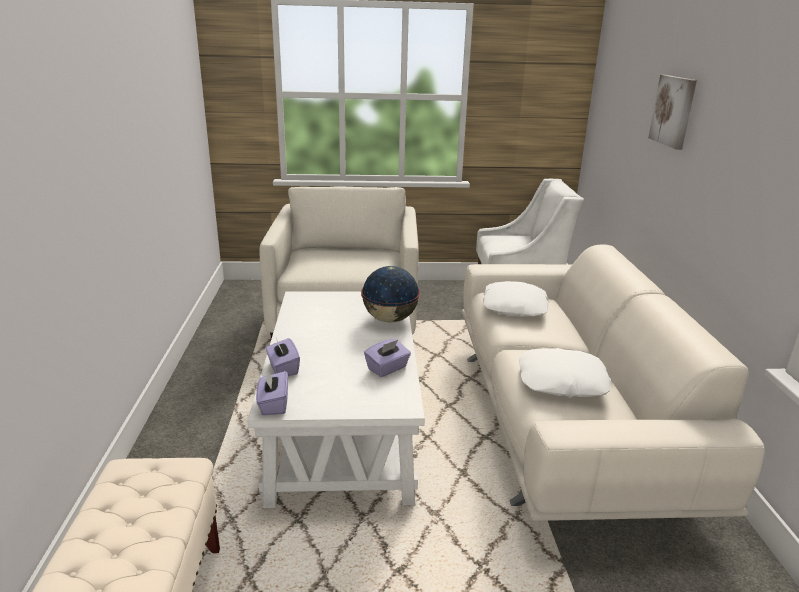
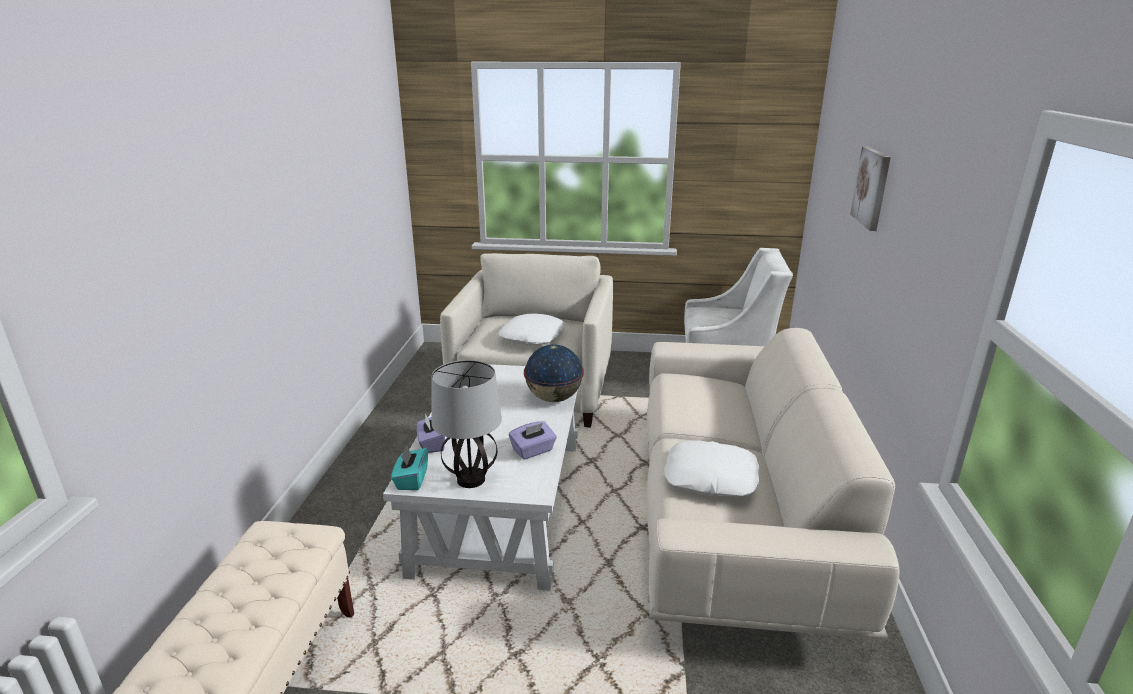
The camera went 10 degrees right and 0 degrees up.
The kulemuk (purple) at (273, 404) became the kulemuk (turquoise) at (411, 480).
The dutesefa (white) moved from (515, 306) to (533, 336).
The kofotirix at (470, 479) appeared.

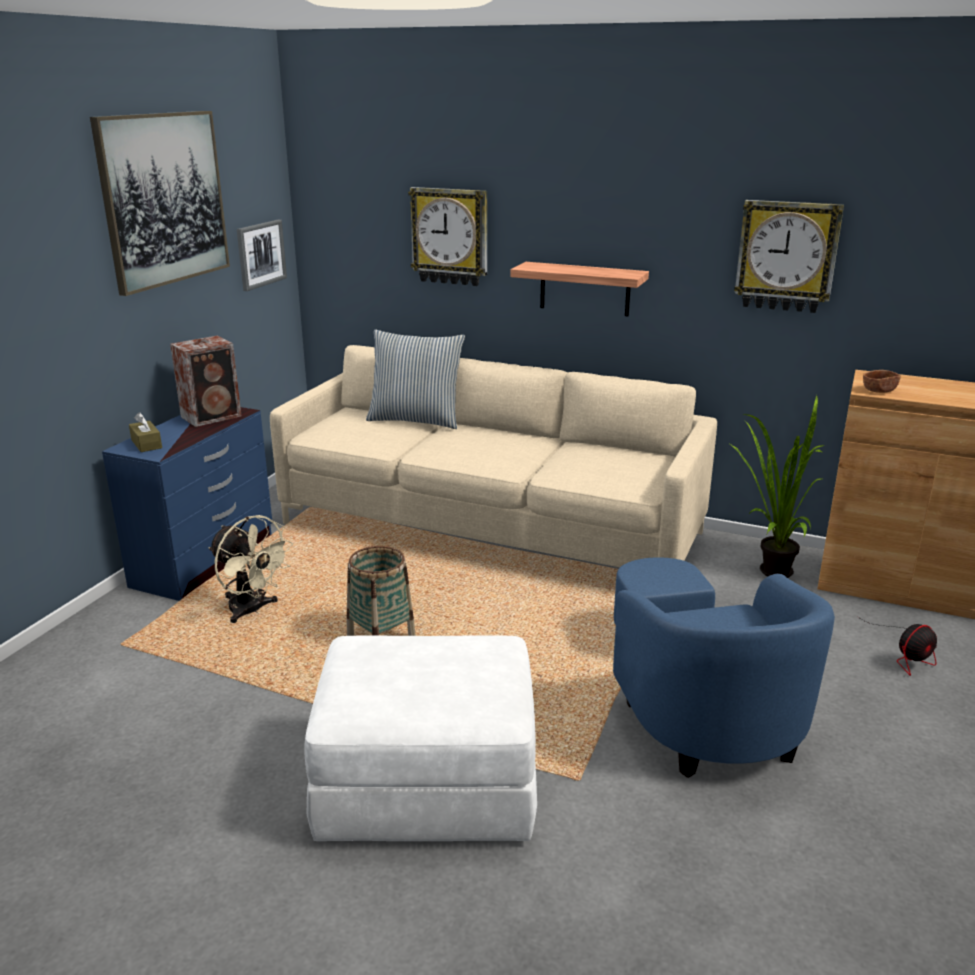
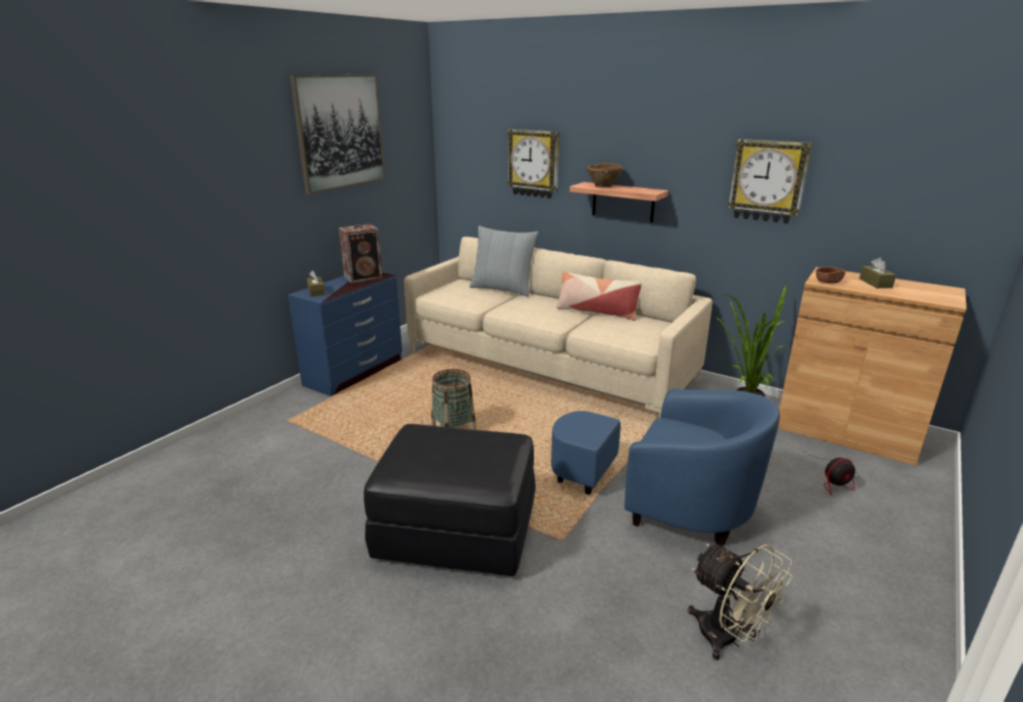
The camera went 10 degrees right and 0 degrees up.
The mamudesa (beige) moved from (252, 611) to (727, 639).
The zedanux at (260, 254) disappeared.
The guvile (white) at (429, 784) became the guvile (black) at (457, 530).
The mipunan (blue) at (698, 707) turned 60 degrees counterclockwise.
The dutesefa at (597, 311) appeared.
The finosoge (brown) at (603, 186) appeared.
The kulemuk (brown) at (875, 283) appeared.

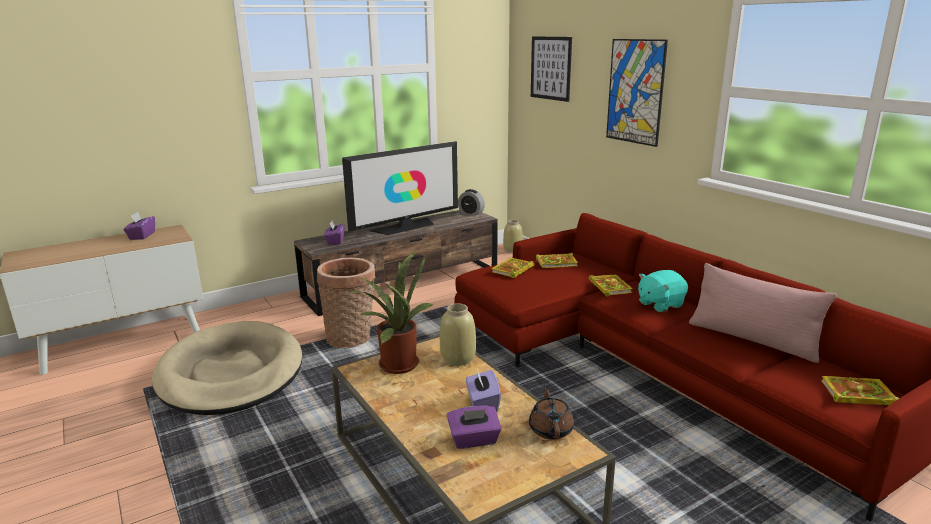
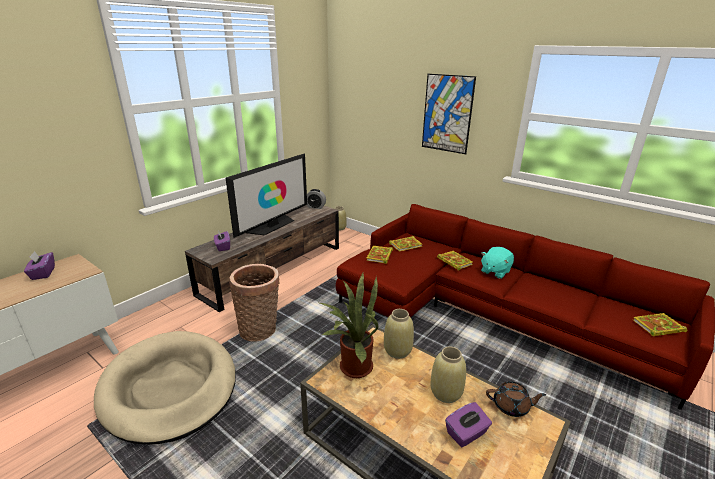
The camera went 20 degrees left and 5 degrees up.
The kulemuk (purple) at (482, 403) was replaced by the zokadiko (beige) at (446, 393).
The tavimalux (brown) at (551, 429) turned 120 degrees clockwise.
The zedanux at (550, 68) disappeared.
The dutesefa (pink) at (752, 339) disappeared.

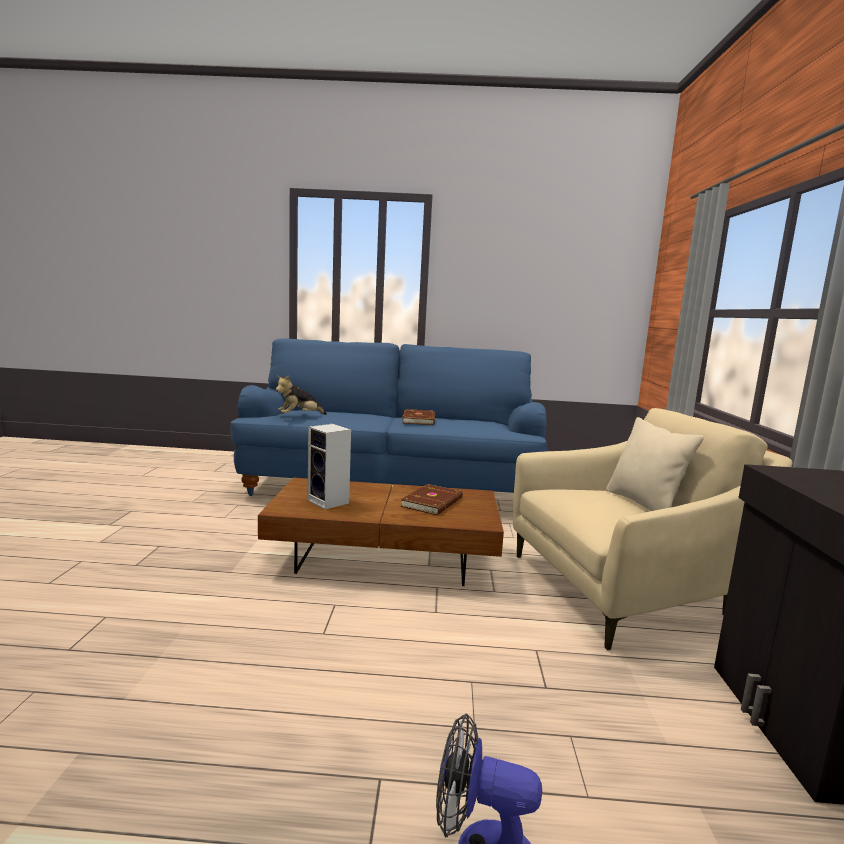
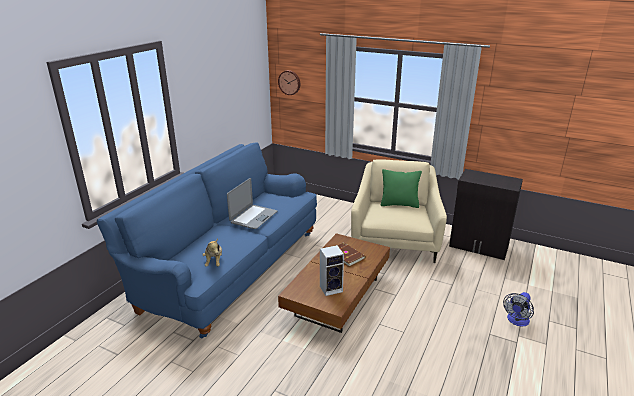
The camera went 65 degrees left and 15 degrees up.
The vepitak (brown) at (419, 419) was replaced by the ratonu at (253, 217).
The dutesefa (beige) at (644, 504) became the dutesefa (green) at (399, 204).
The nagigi at (289, 82) appeared.

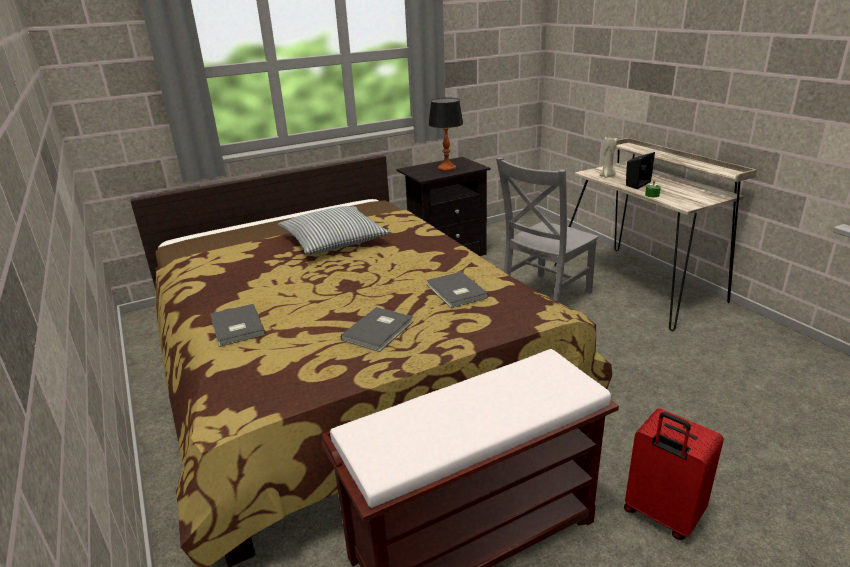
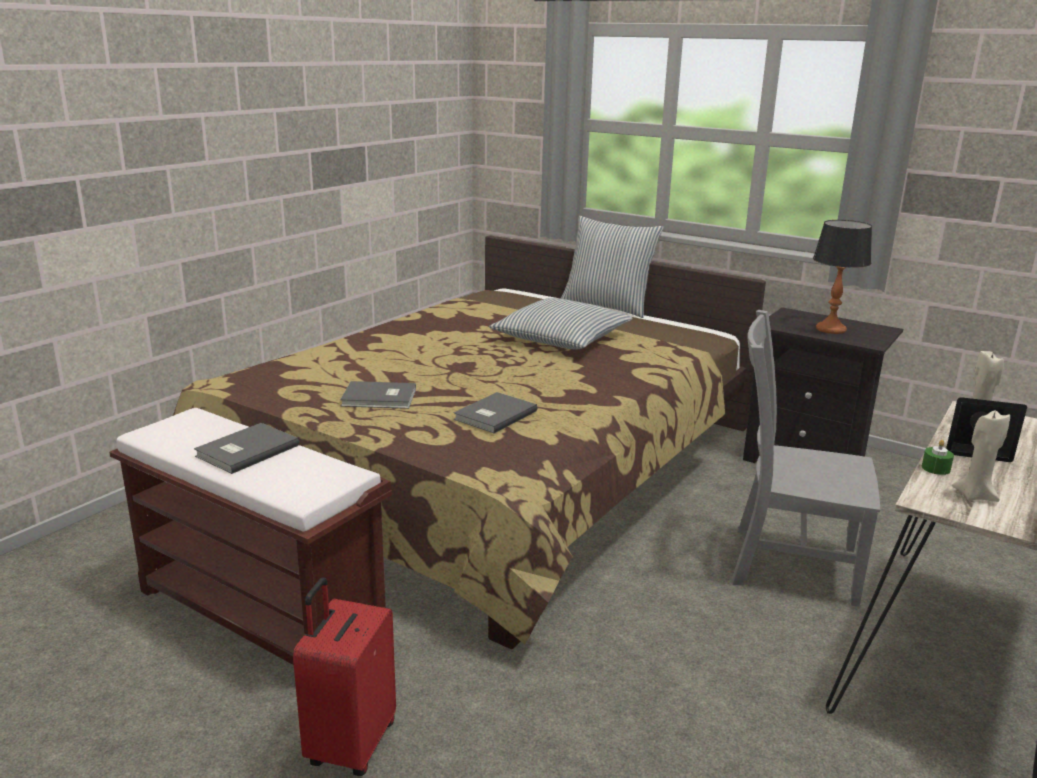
The camera went 60 degrees right and 5 degrees down.
The vepitak (grey) moved from (236, 327) to (245, 450).
The dutesefa at (607, 306) appeared.
The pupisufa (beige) at (975, 495) appeared.

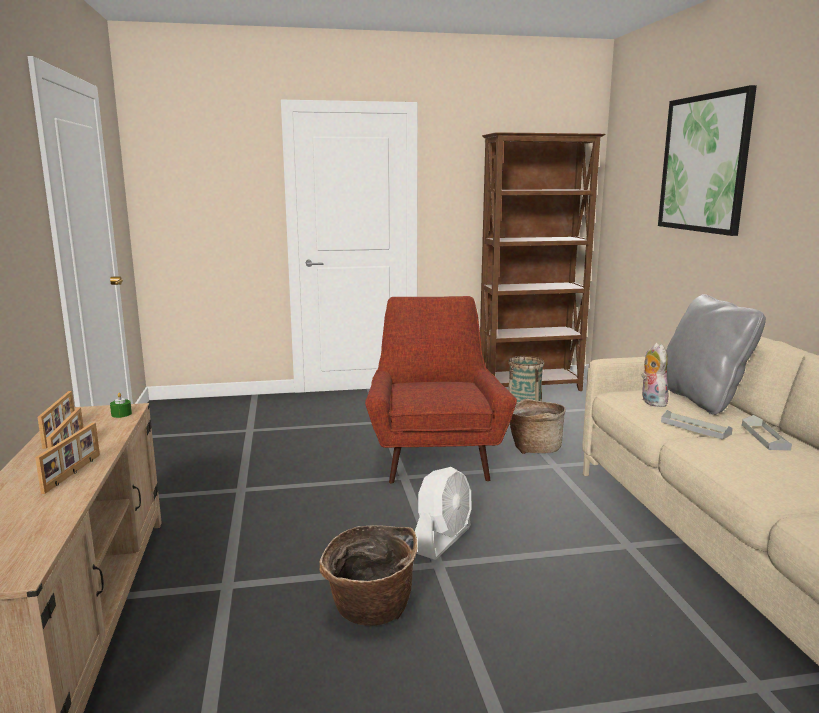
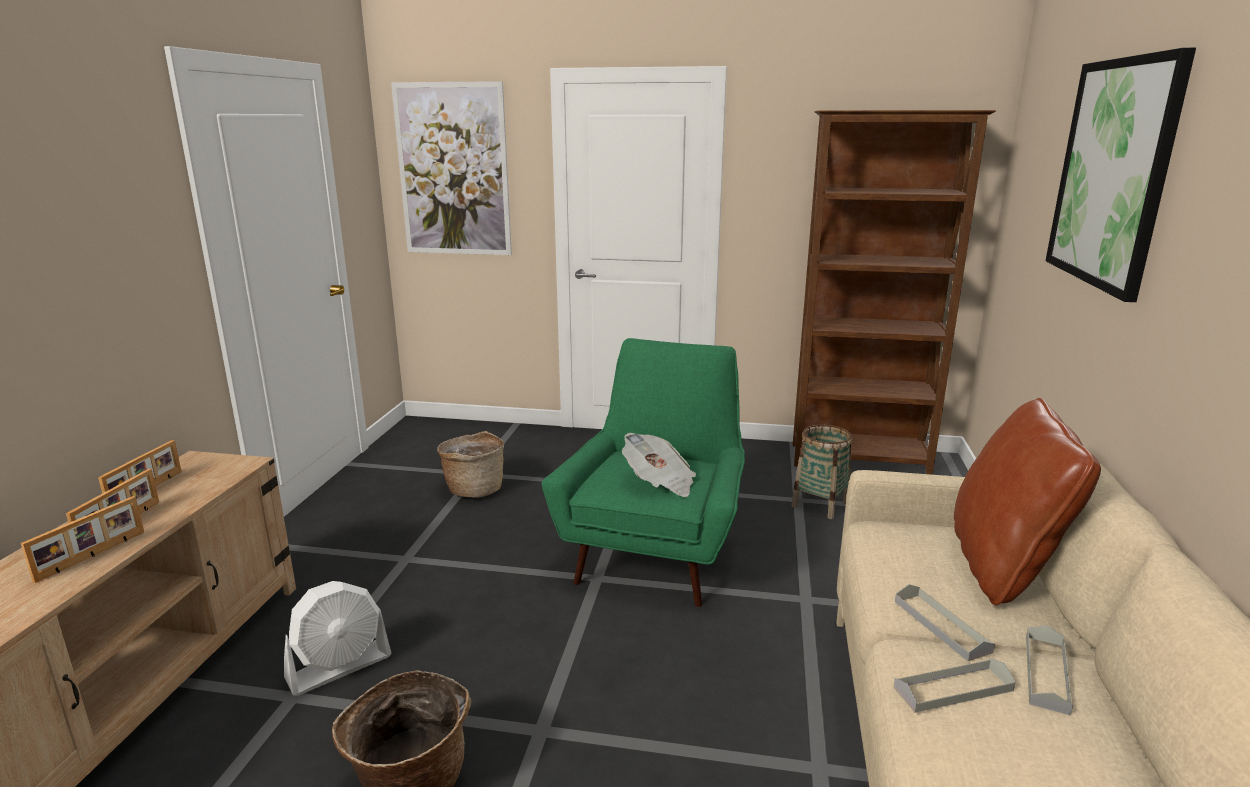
The camera went 20 degrees right and 5 degrees up.
The pupisufa (green) at (121, 414) disappeared.
The mipunan (red) at (435, 458) became the mipunan (green) at (655, 555).
The mamudesa (white) moved from (442, 539) to (339, 667).
The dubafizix moved from (534, 448) to (474, 489).
The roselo at (651, 402) disappeared.
The dutesefa (grey) at (702, 399) became the dutesefa (brown) at (1003, 566).
The zedanux at (453, 170) appeared.
The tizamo at (659, 482) appeared.
The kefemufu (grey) at (953, 689) appeared.

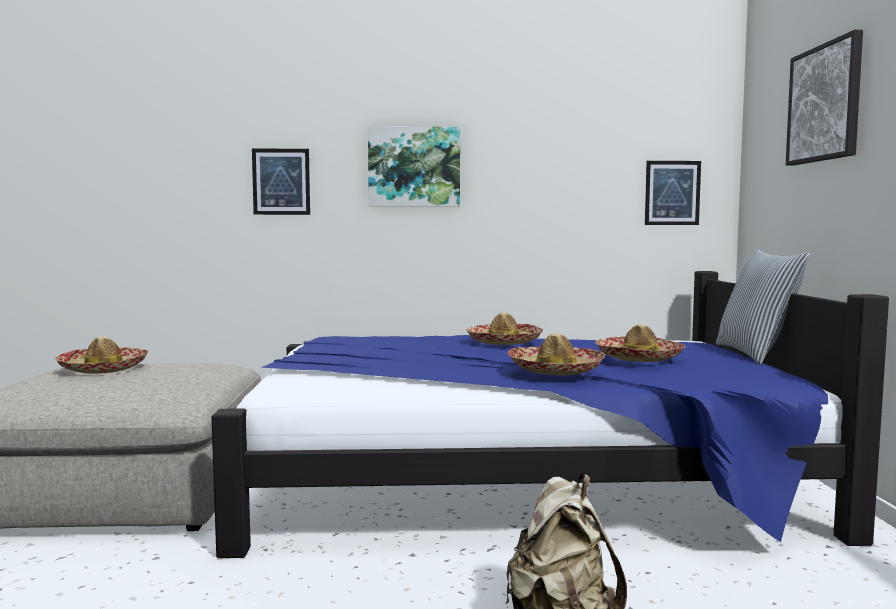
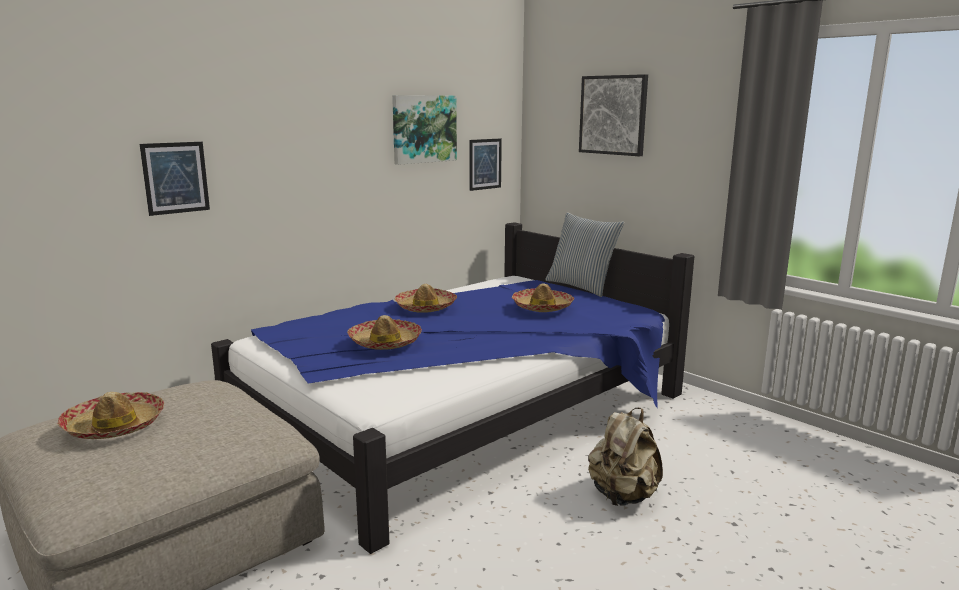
The camera went 40 degrees left and 10 degrees up.
The zedanux moved from (414, 167) to (423, 129).
The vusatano moved from (555, 370) to (384, 342).

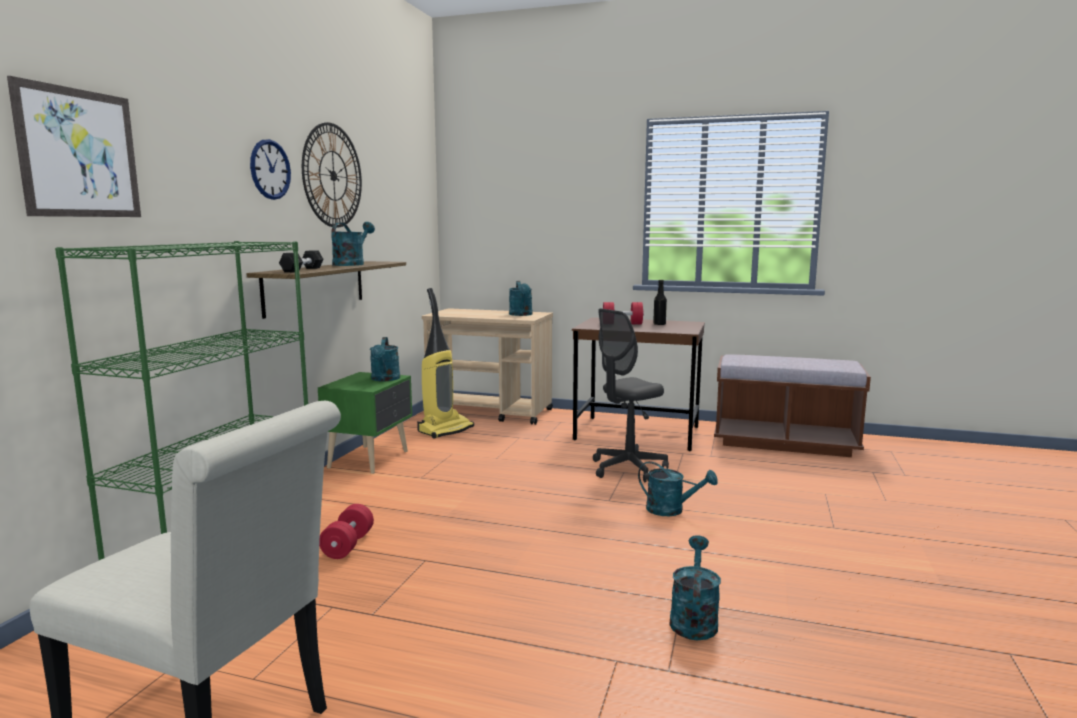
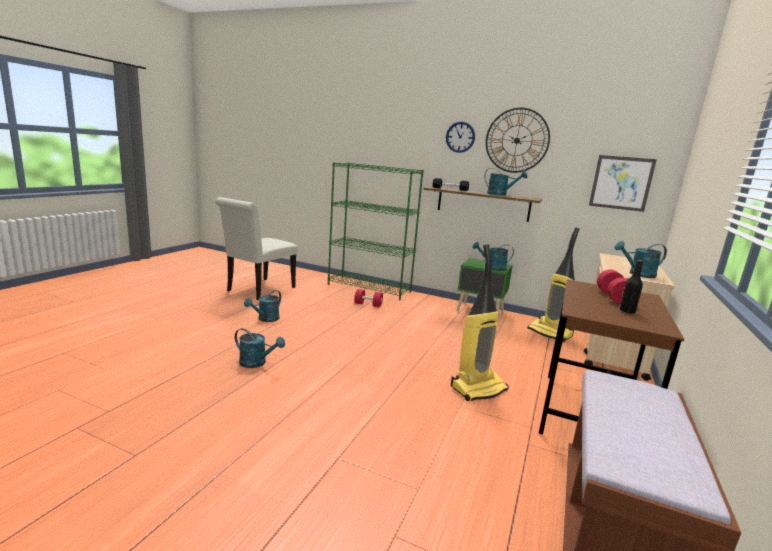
The camera went 95 degrees right and 5 degrees up.
The zedanux moved from (79, 153) to (621, 183).
The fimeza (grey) at (628, 469) was replaced by the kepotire at (478, 388).
The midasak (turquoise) moved from (671, 510) to (266, 319).

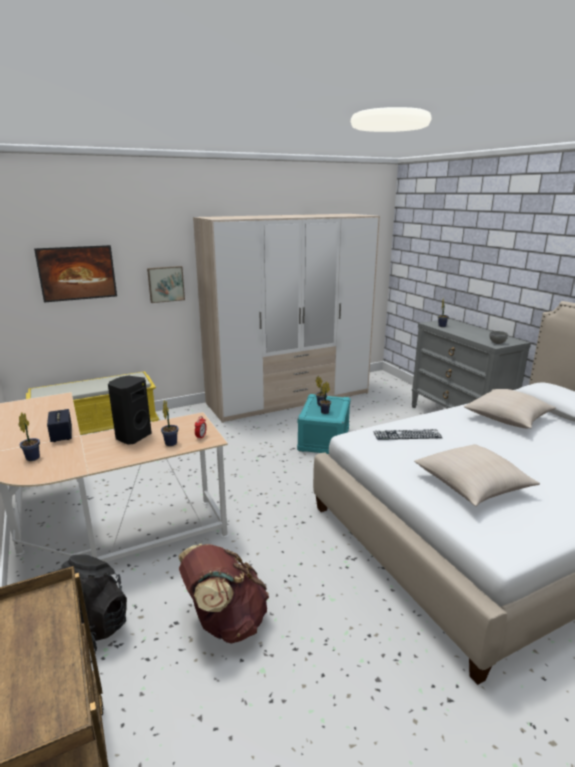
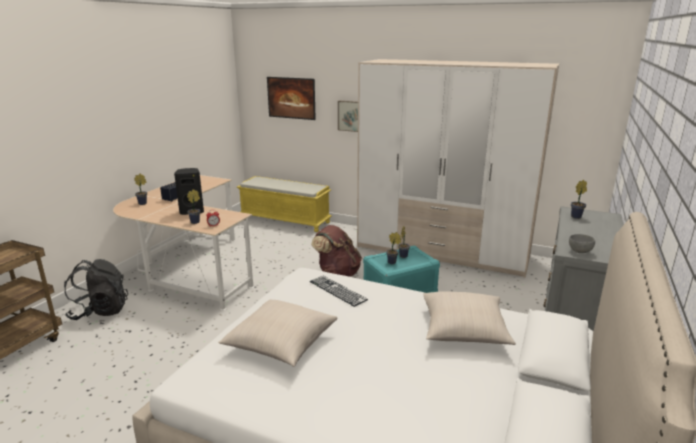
The camera went 50 degrees right and 0 degrees up.
The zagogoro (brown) moved from (225, 621) to (337, 274).

